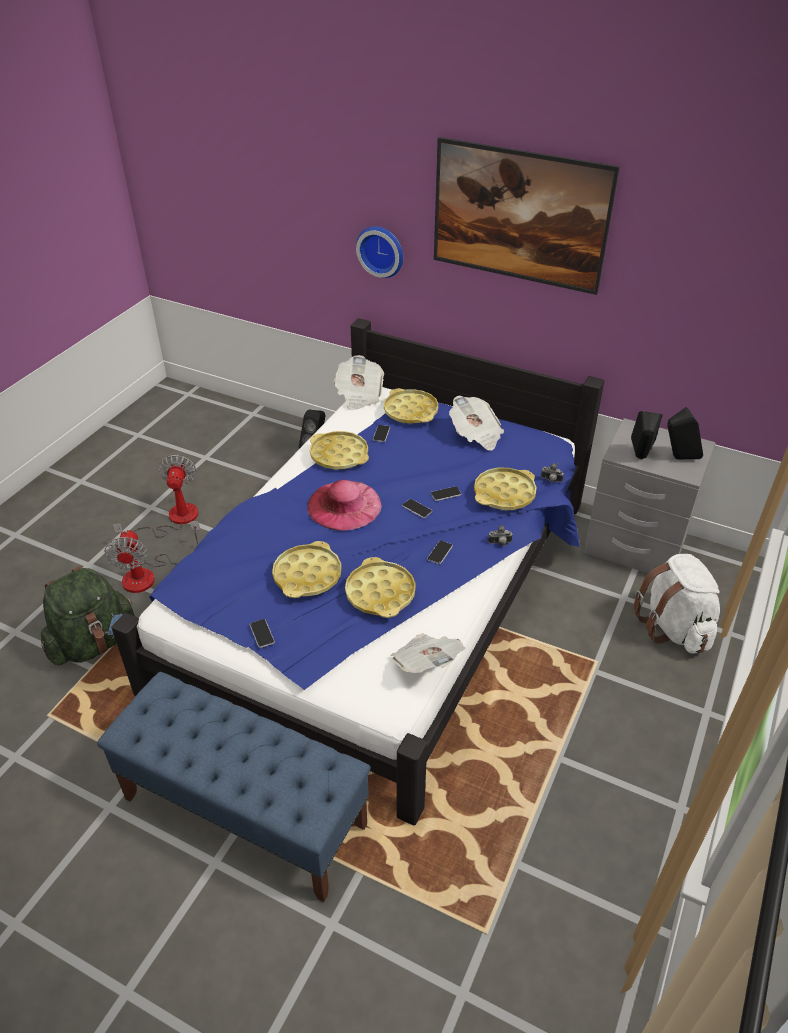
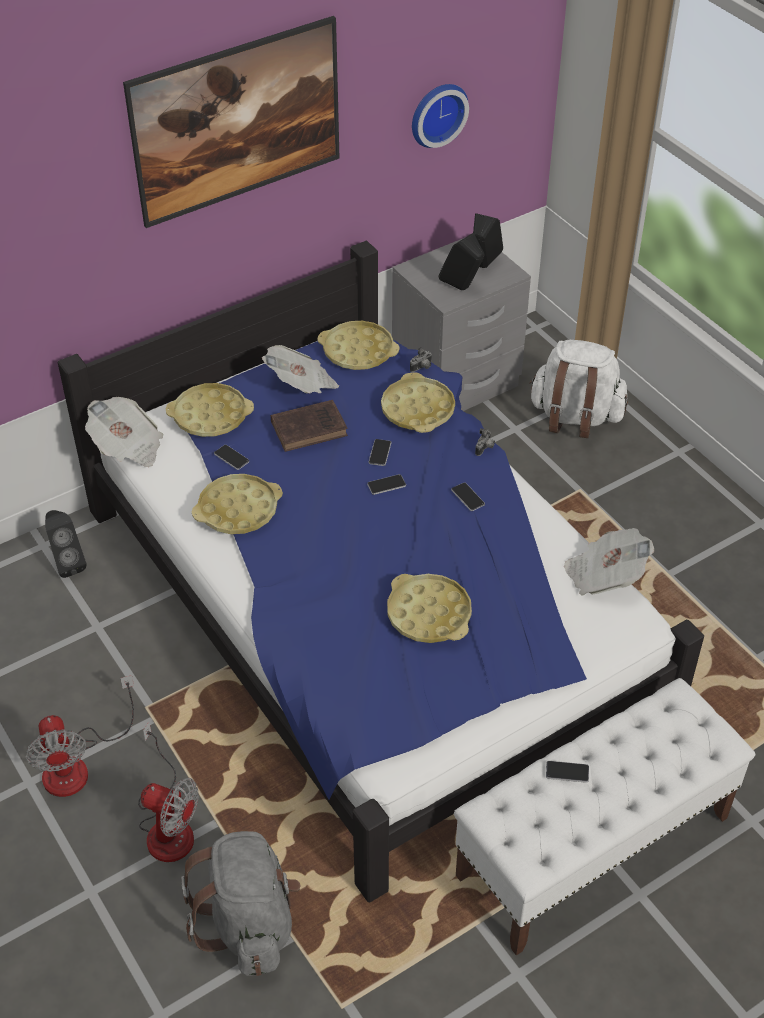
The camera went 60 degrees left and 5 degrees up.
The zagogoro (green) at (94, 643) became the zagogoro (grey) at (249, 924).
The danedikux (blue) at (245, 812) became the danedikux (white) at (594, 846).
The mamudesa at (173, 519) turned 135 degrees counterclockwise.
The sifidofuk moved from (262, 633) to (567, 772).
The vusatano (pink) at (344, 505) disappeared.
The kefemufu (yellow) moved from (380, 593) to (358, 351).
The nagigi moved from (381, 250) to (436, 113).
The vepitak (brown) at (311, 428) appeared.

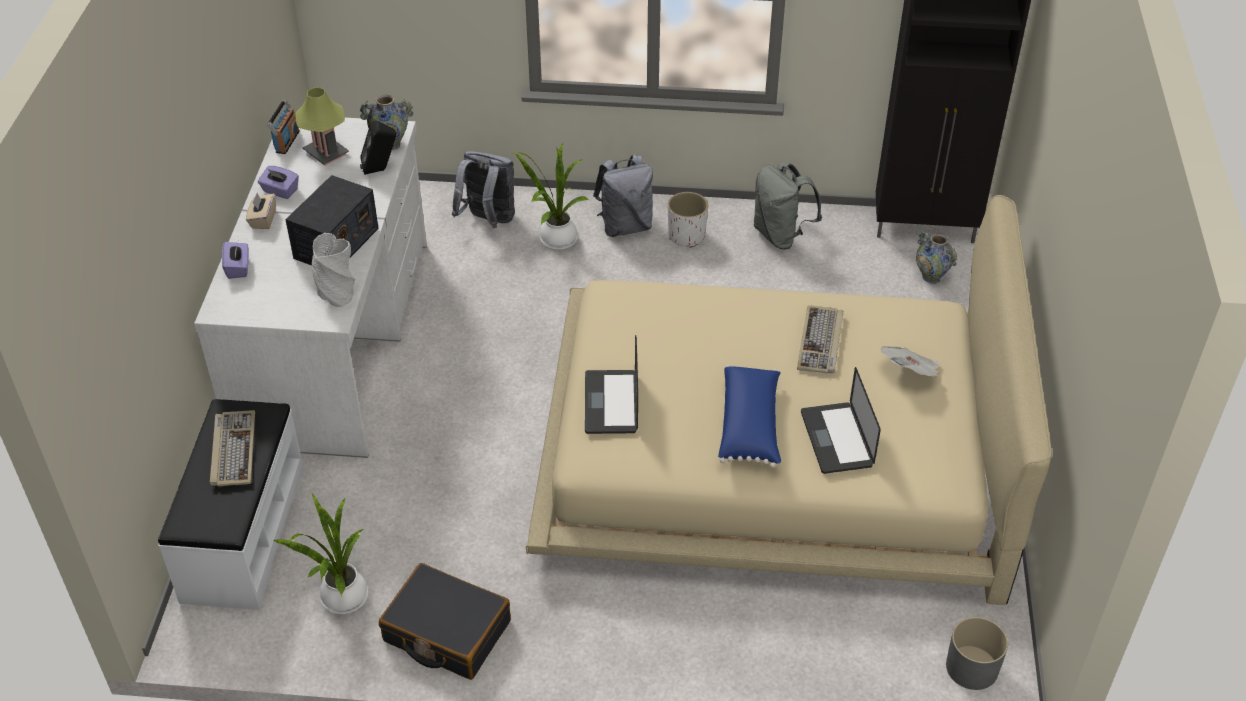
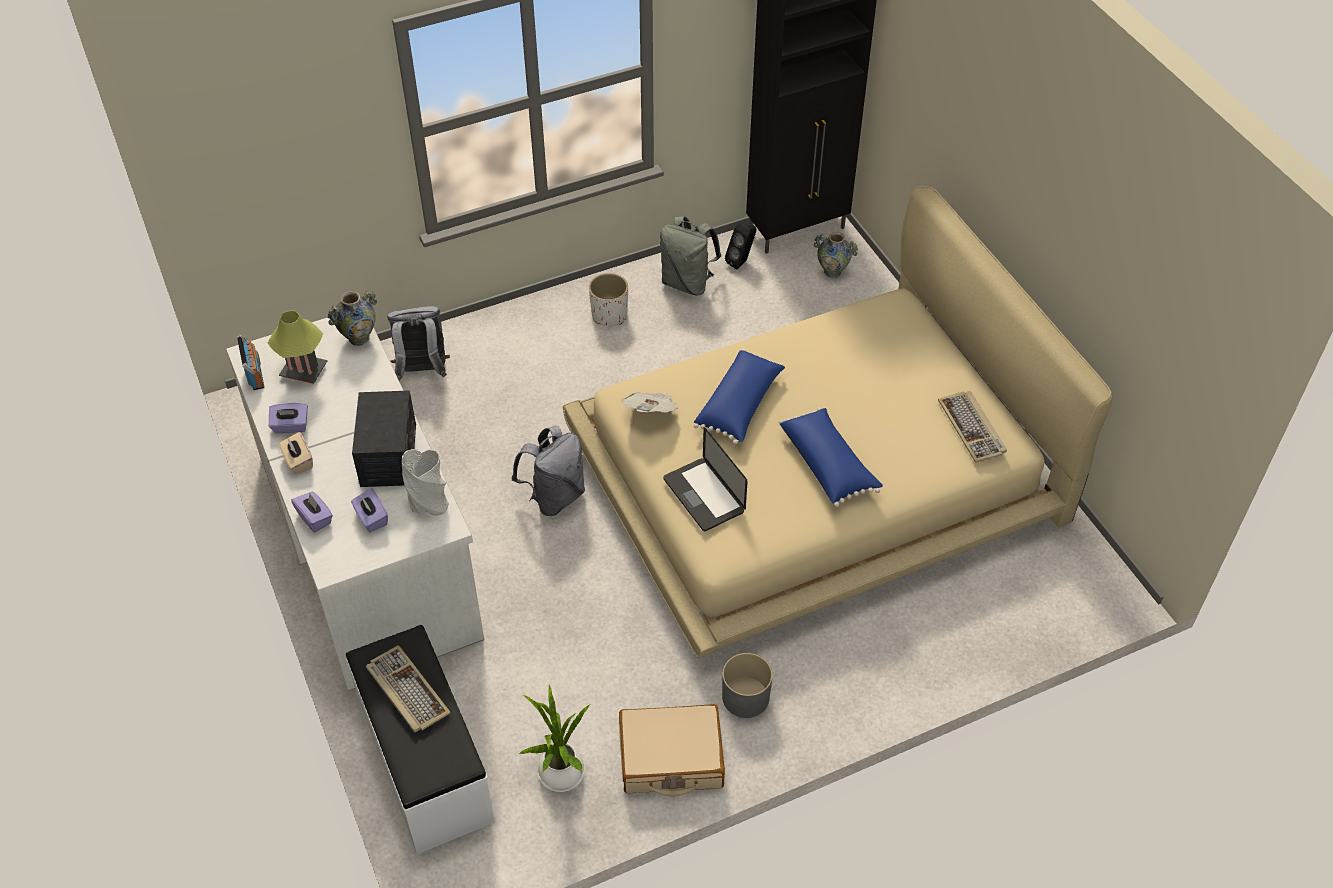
The camera went 30 degrees left and 5 degrees up.
The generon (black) moved from (380, 170) to (741, 261).
The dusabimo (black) at (446, 632) became the dusabimo (beige) at (671, 758).
The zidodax at (555, 239) disappeared.
The zagogoro (grey) moved from (625, 226) to (554, 497).
The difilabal moved from (820, 342) to (972, 428).
The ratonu at (836, 439) disappeared.
The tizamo moved from (910, 372) to (651, 412).
The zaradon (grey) moved from (972, 668) to (745, 698).
The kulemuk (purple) at (371, 518) appeared.
The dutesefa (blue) at (740, 405) appeared.

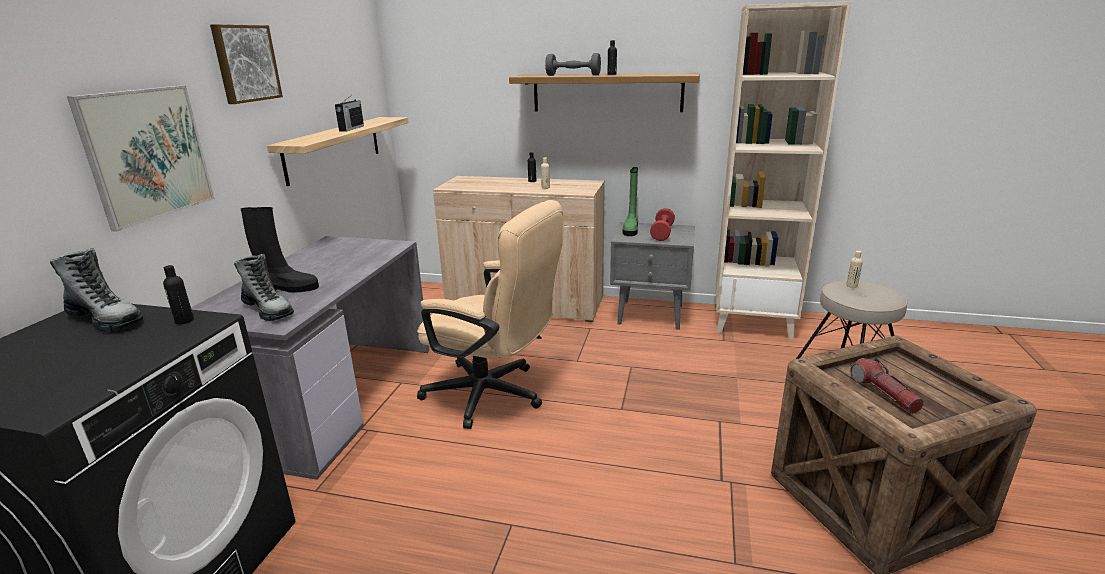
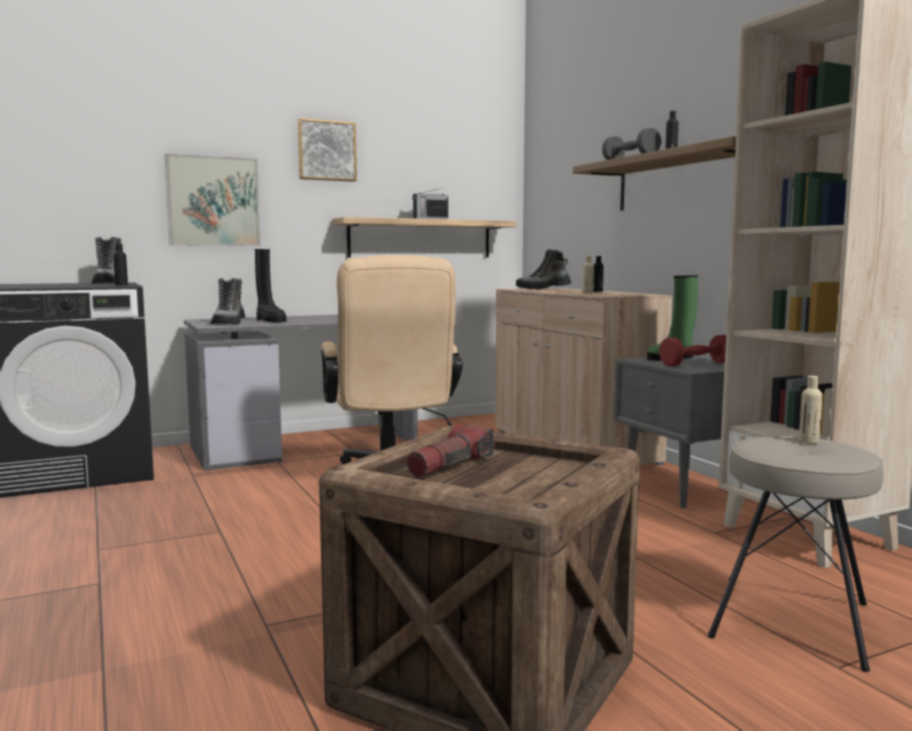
The camera went 50 degrees right and 15 degrees down.
The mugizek at (543, 289) appeared.

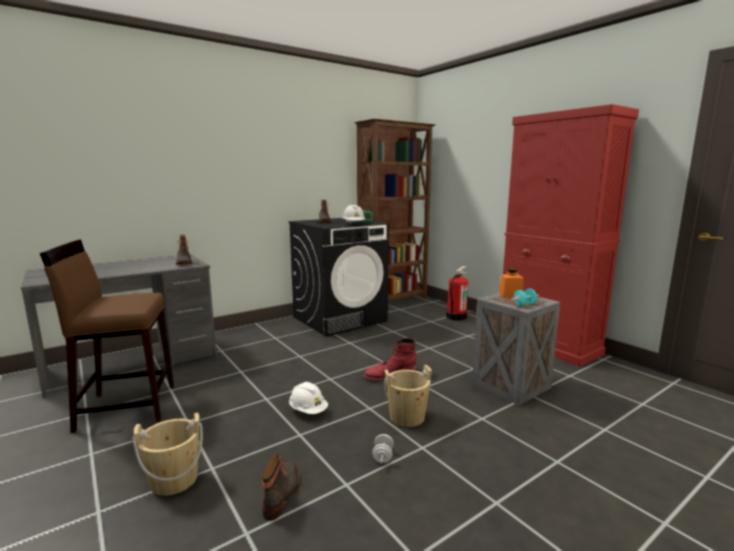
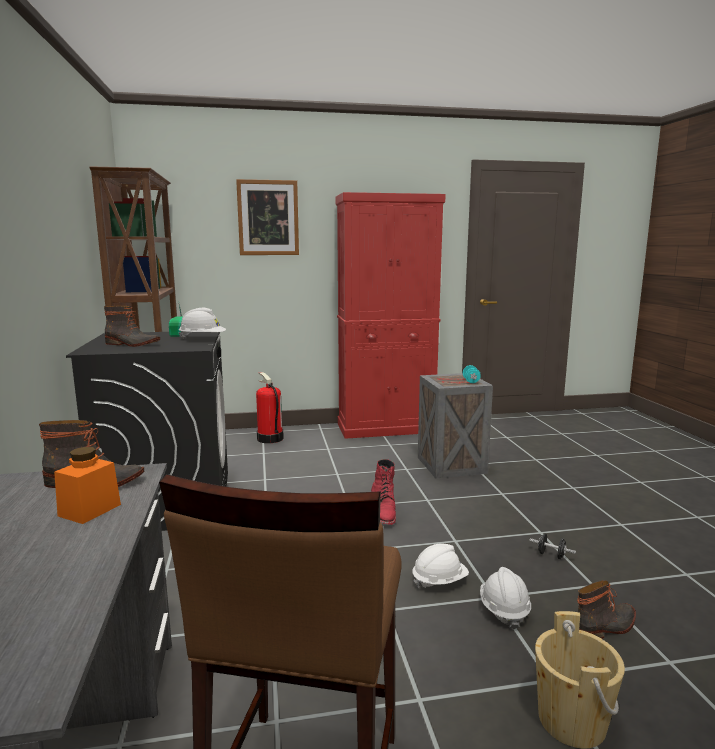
The camera went 65 degrees left and 0 degrees up.
The mugizek at (282, 493) turned 120 degrees clockwise.
The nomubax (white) at (383, 456) became the nomubax (black) at (551, 555).
The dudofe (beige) at (407, 417) disappeared.
The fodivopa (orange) moved from (510, 295) to (89, 510).
The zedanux at (268, 218) appeared.
The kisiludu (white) at (503, 610) appeared.

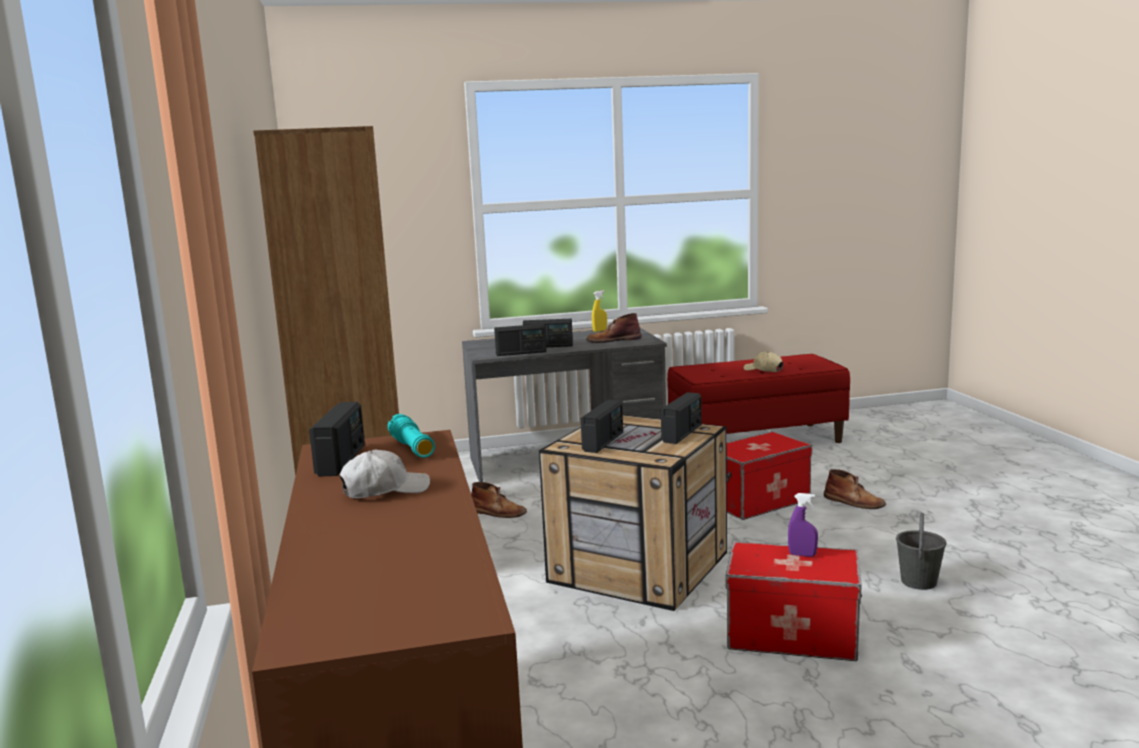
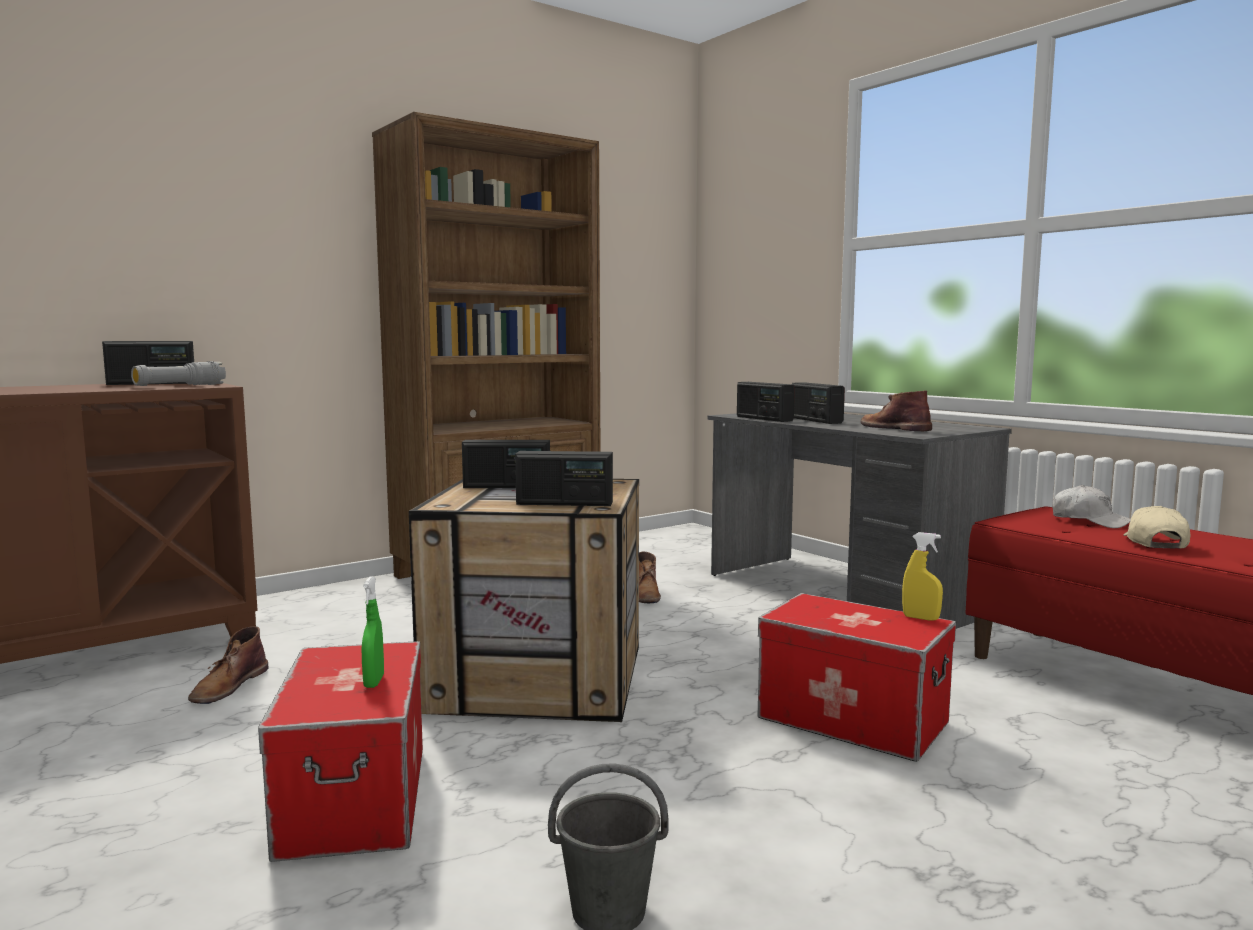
The camera went 65 degrees right and 5 degrees down.
The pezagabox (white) moved from (385, 490) to (1089, 521).
The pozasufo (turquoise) at (412, 448) became the pozasufo (grey) at (180, 386).
The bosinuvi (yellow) moved from (599, 331) to (920, 618).
The bosinuvi (purple) at (802, 555) became the bosinuvi (green) at (374, 682).
The mugizek (brown) moved from (854, 502) to (228, 686).

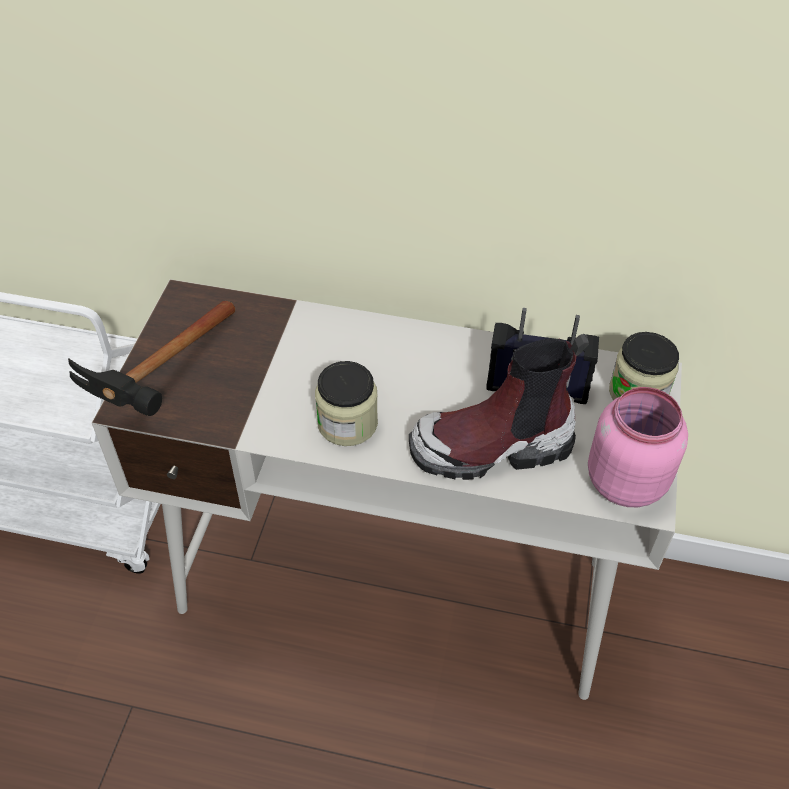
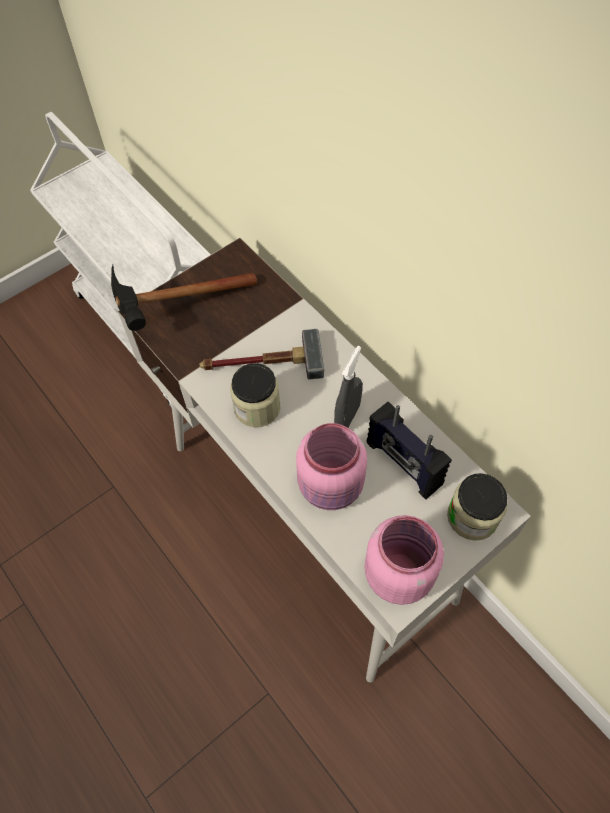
The camera went 40 degrees right and 10 degrees up.
The mugizek at (492, 447) was replaced by the fodivopa (pink) at (332, 487).
The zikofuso at (261, 363) appeared.
The bosinuvi (grey) at (347, 417) appeared.

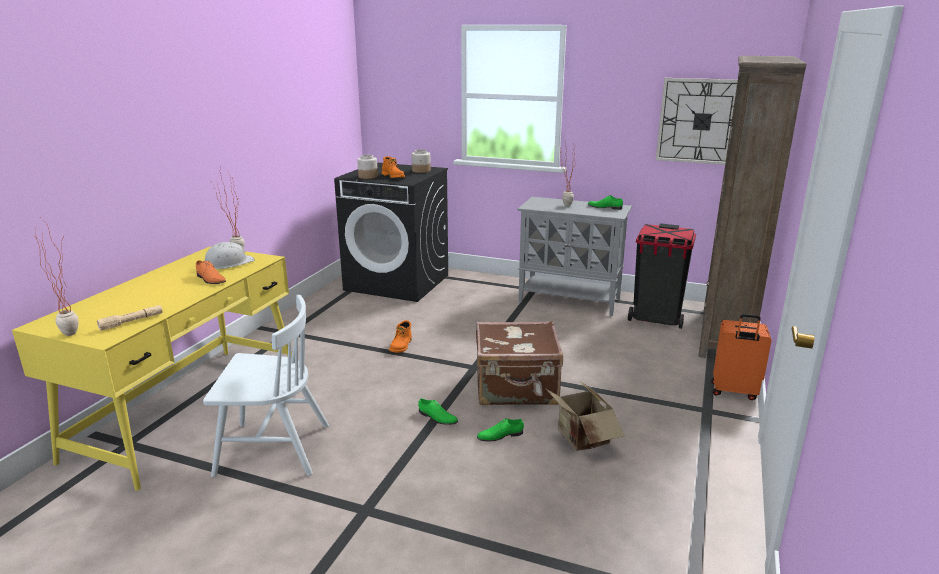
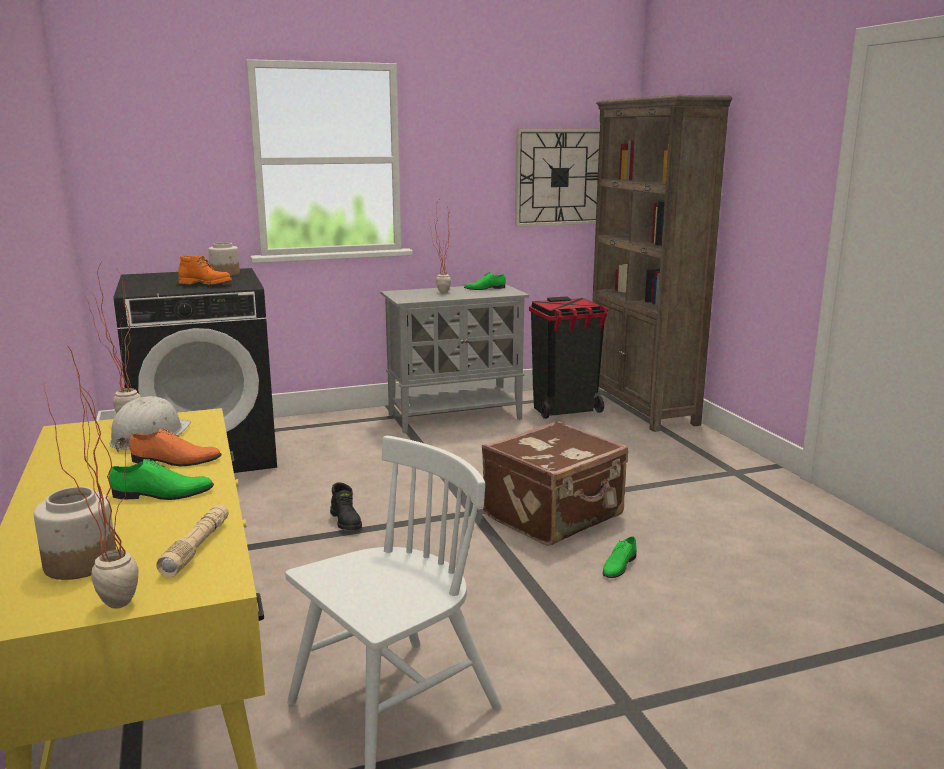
The camera went 40 degrees left and 5 degrees down.
The fodivopa moved from (367, 176) to (79, 563).
The mugizek (orange) at (401, 346) became the mugizek (black) at (346, 521).
The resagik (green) moved from (437, 417) to (162, 494).
The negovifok at (580, 439) disappeared.
The dusabimo (orange) at (734, 392) disappeared.

